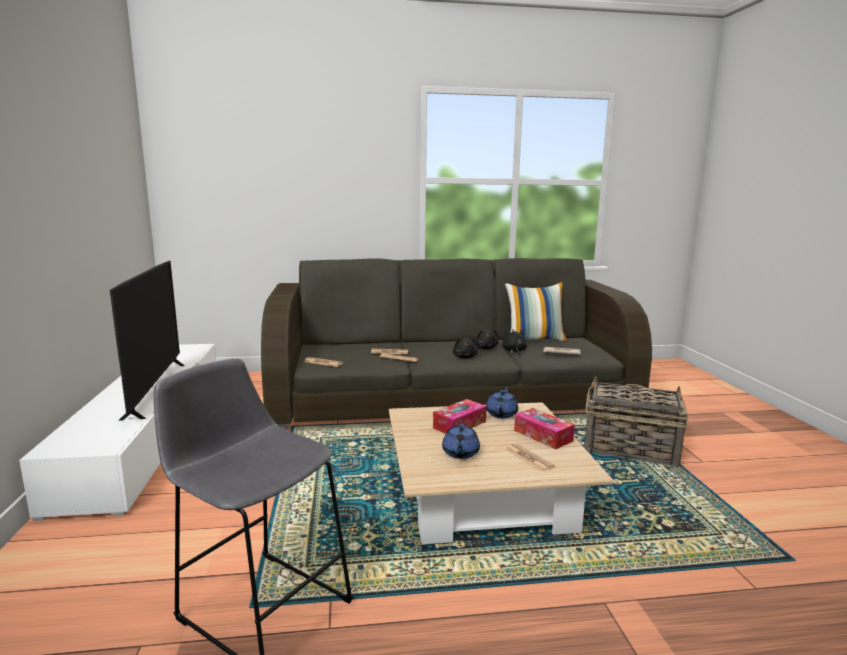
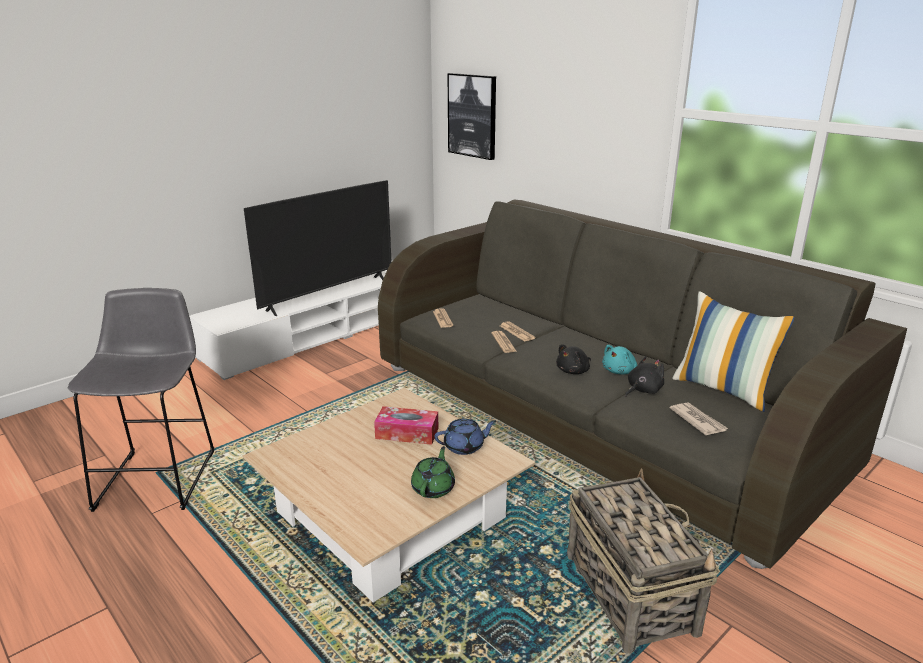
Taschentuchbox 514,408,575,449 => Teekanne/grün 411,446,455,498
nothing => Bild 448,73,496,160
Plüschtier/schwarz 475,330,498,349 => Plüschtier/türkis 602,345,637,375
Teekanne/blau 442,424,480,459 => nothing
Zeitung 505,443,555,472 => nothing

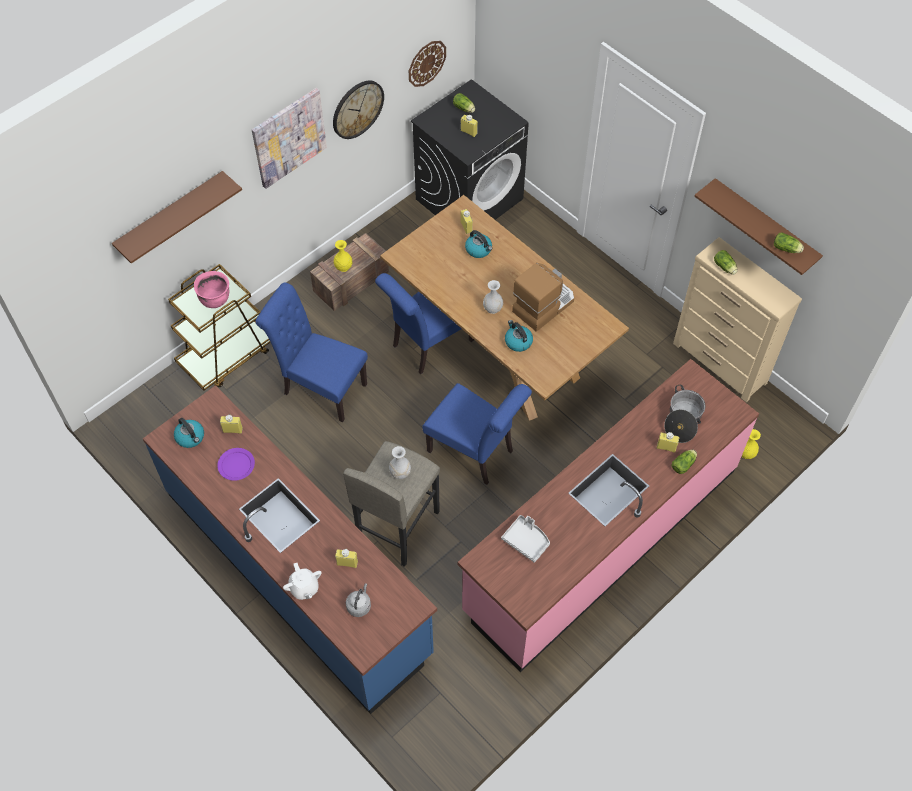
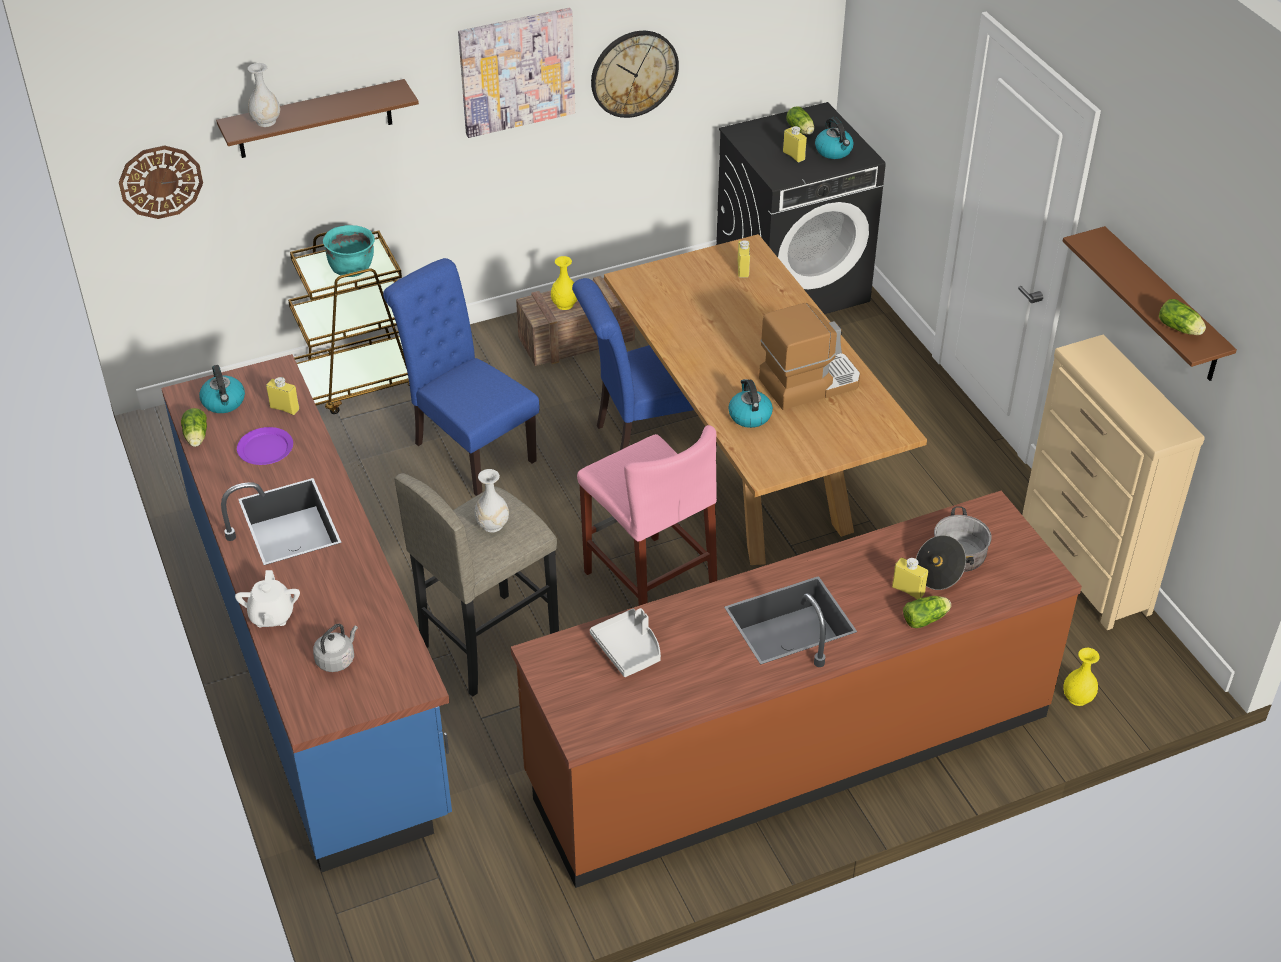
Wanduhr 409,41,446,87 => Wanduhr 119,145,203,219, moved
Salatkopf 714,250,738,275 => Salatkopf 181,408,207,447, moved
Vase/weiß 483,280,503,314 => Vase/weiß 247,63,280,127, moved
Kochtopf/rosa 194,271,229,308 => Kochtopf/türkis 323,225,375,277
Küchenzeile/rosa 458,359,759,672 => Küchenzeile/braun 511,491,1082,888
Stuhl/blau 422,383,532,485 => Hocker/rosa 577,425,717,606
Wasserkessel 465,230,492,258 => Wasserkessel 815,117,854,159, moved
Flasche/gelb 335,549,358,568 => nothing

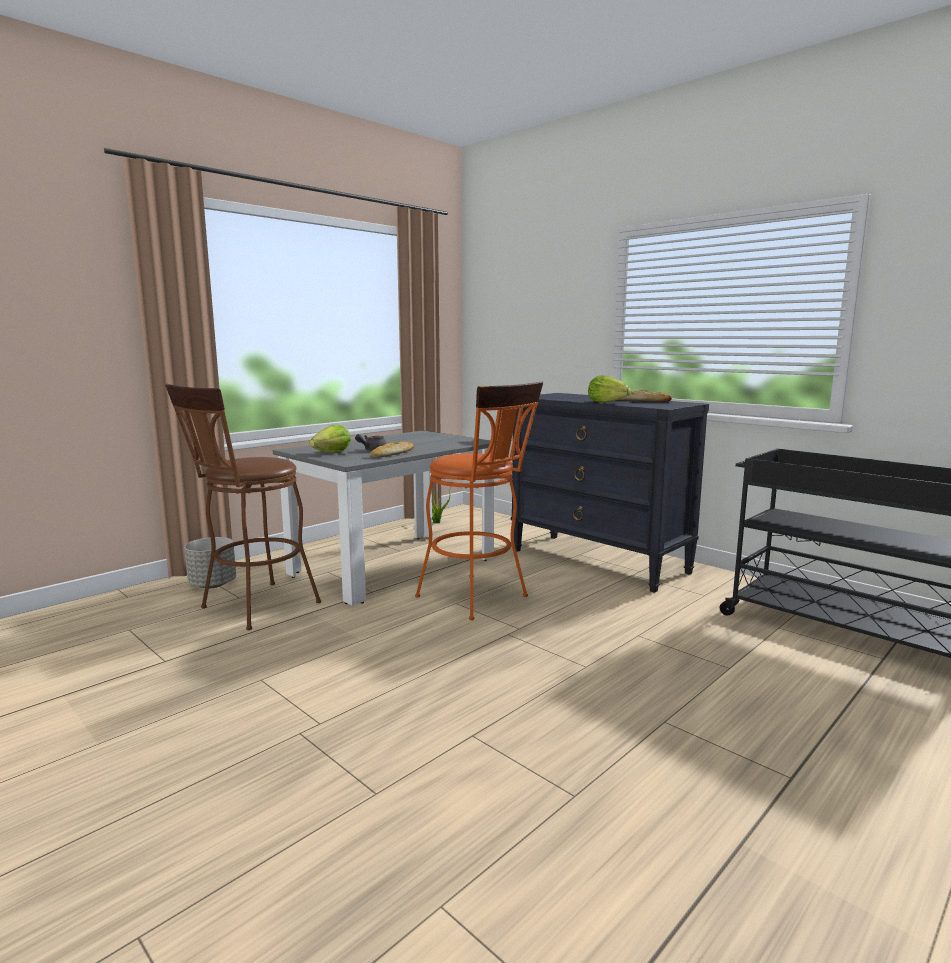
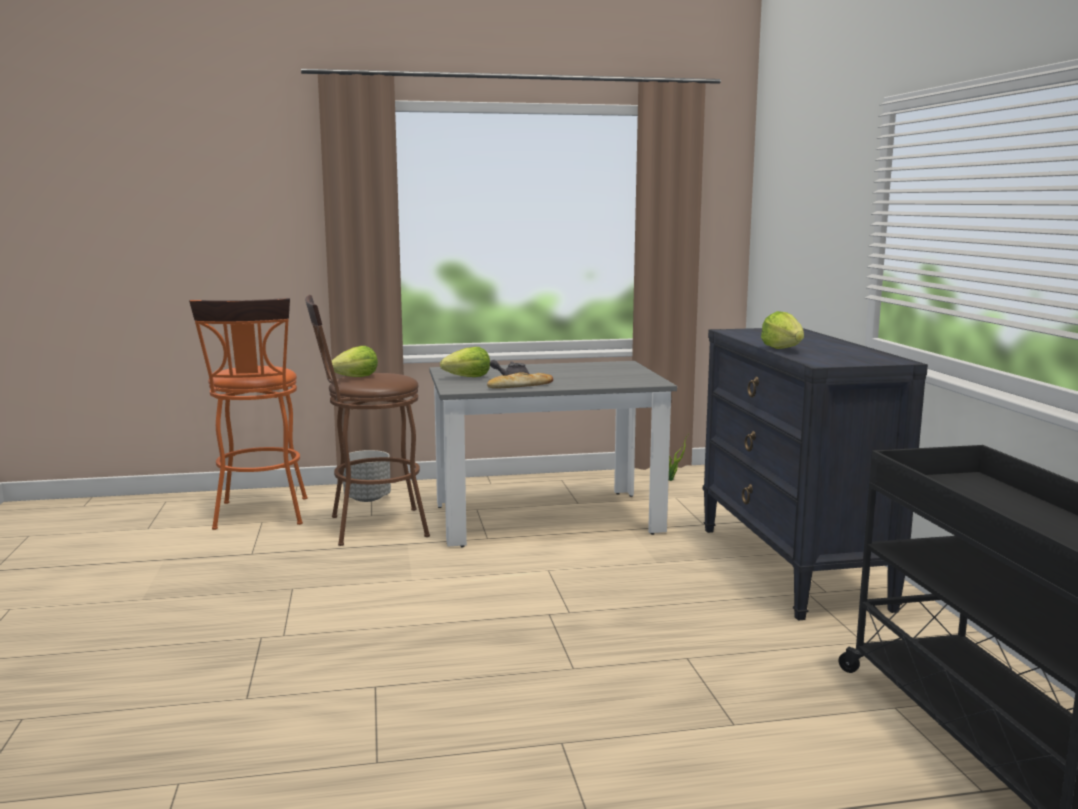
Hocker/orange 415,382,543,620 => Hocker/orange 189,298,307,530, moved
nothing => Salatkopf 332,346,378,377
Brot 619,390,672,402 => nothing

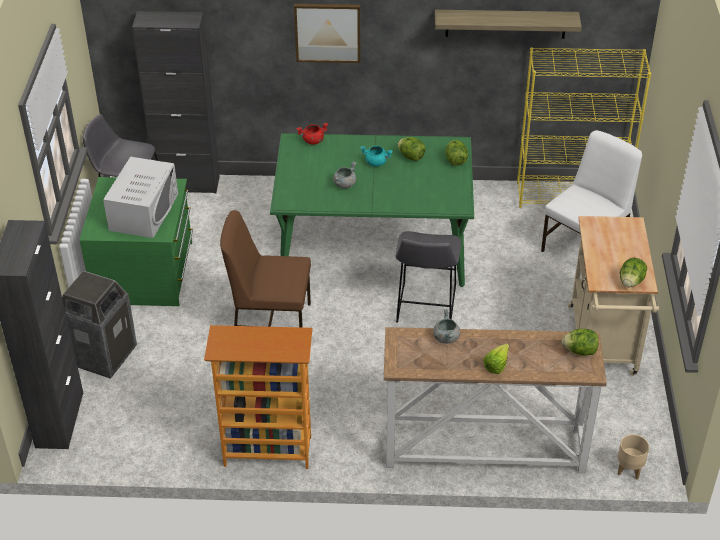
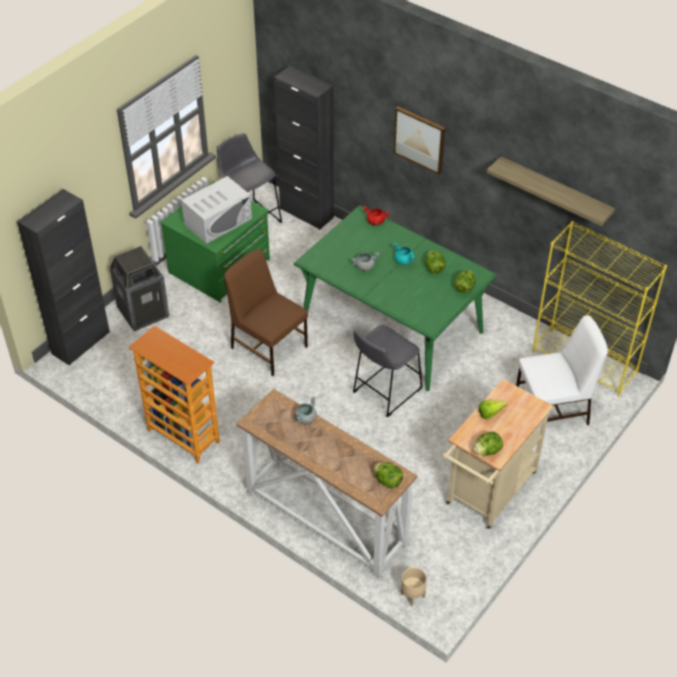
Salatkopf 483,343,509,374 => Salatkopf 479,400,507,420, moved

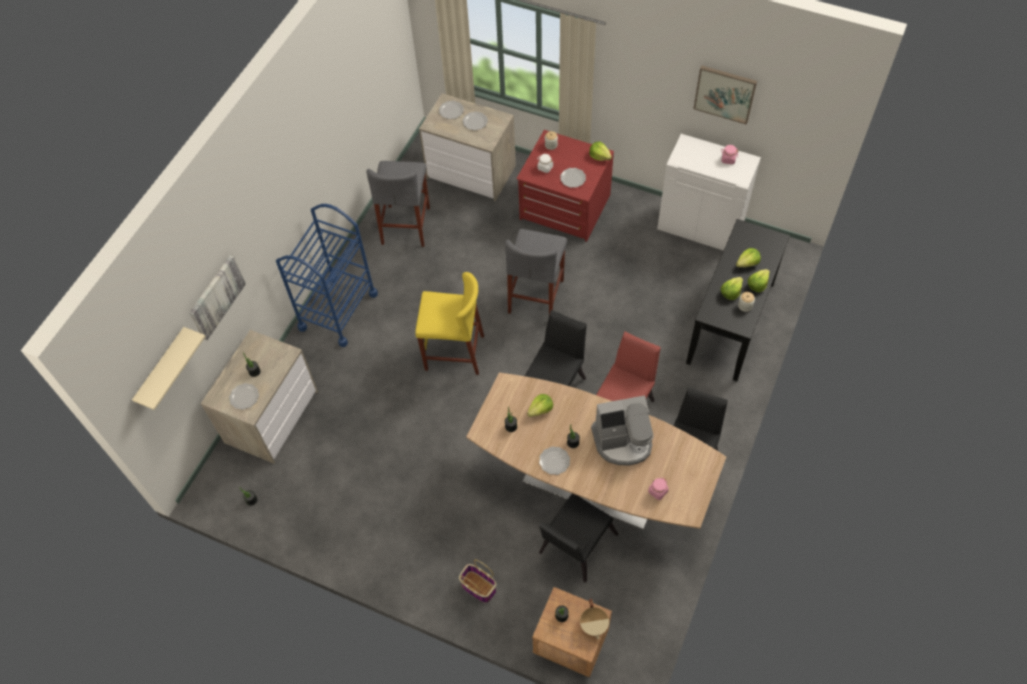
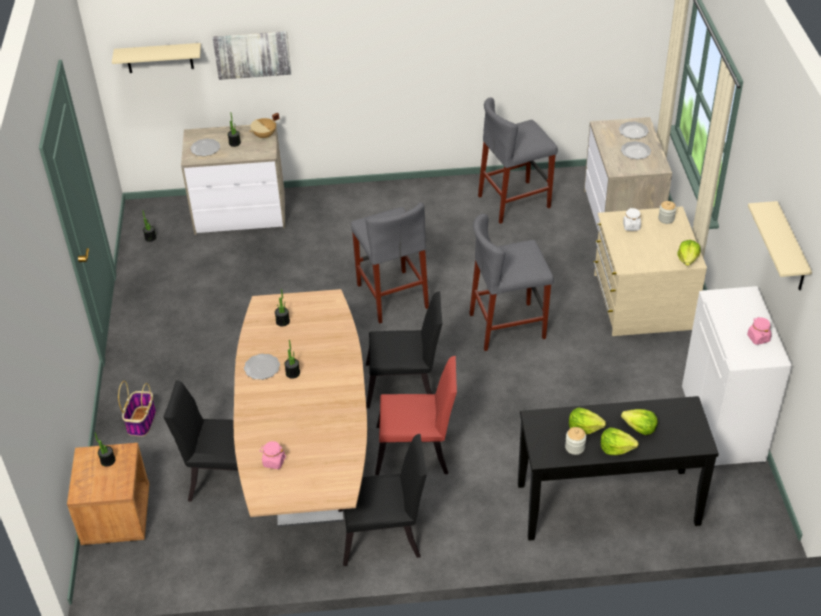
Kochtopf/beige 580,599,609,639 => Kochtopf/beige 250,113,279,139, moved
Hocker/gelb 415,272,484,375 => Hocker/grau 351,202,429,324
Kommode/rot 516,130,614,242 => Kommode/beige 593,206,707,336
Bild 694,66,757,125 => Wandregal/beige 748,201,812,290
Rollwagen/blau 276,204,378,347 => nothing
Salatkopf 527,394,553,417 => nothing
Teller 560,168,586,188 => nothing
Kaffeemaschine 591,395,654,466 => nothing

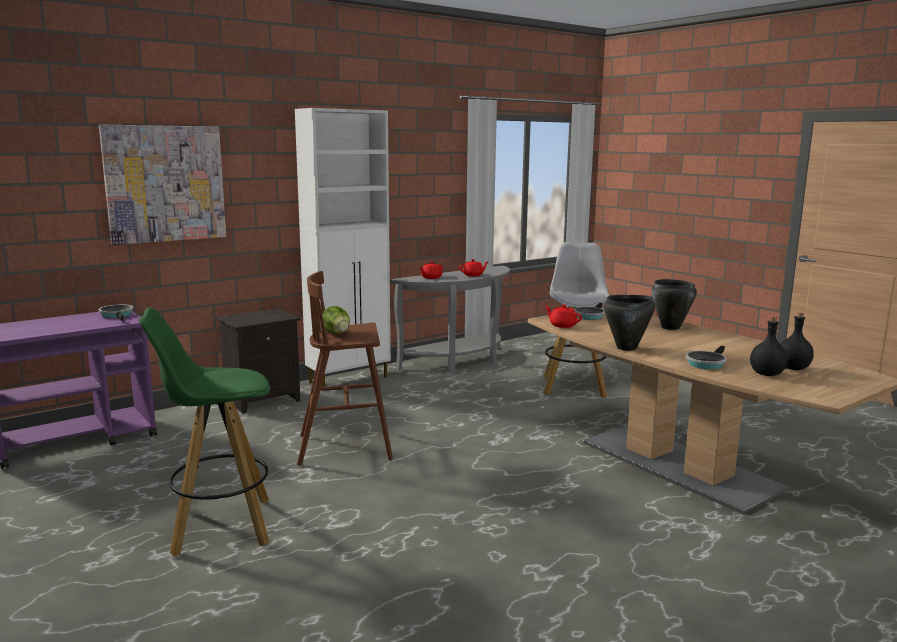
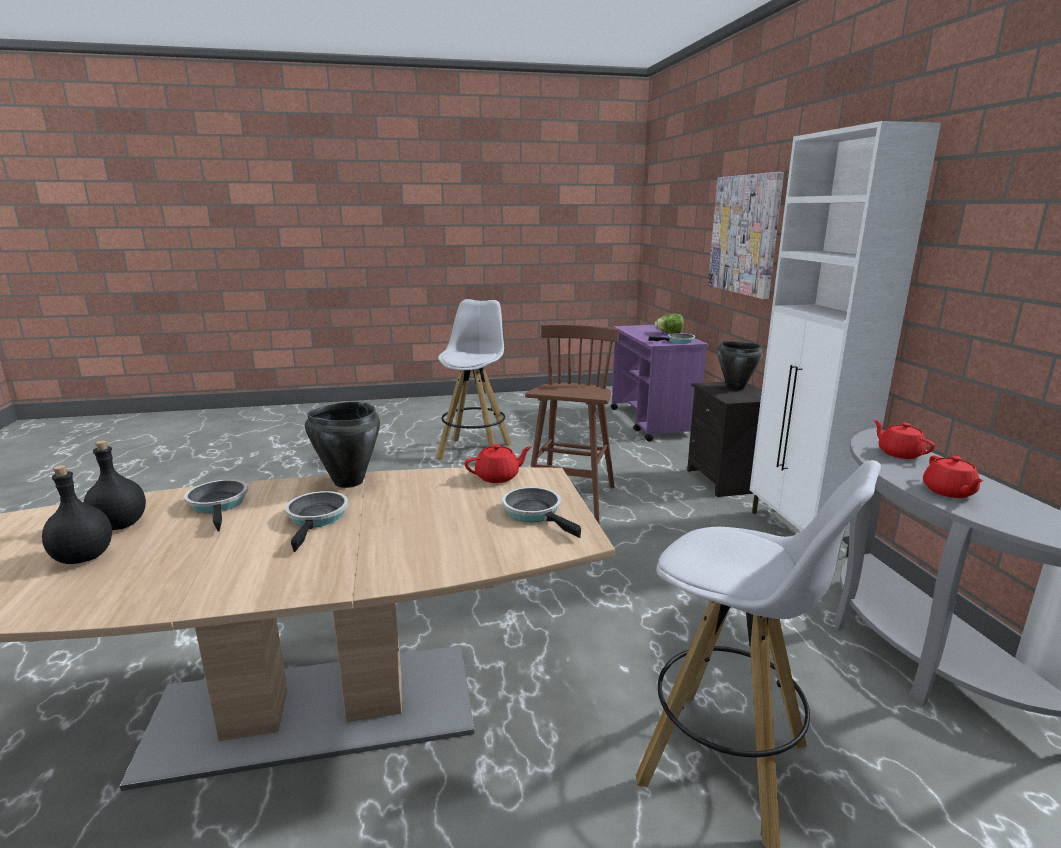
nothing => Pfanne 285,491,348,552
Hocker/grün 138,308,270,556 => Hocker/weiß 435,299,512,460
Salatkopf 322,306,350,334 => Salatkopf 655,314,684,334, moved
Kochtopf/schwarz 651,279,697,330 => Kochtopf/schwarz 717,341,763,391, moved

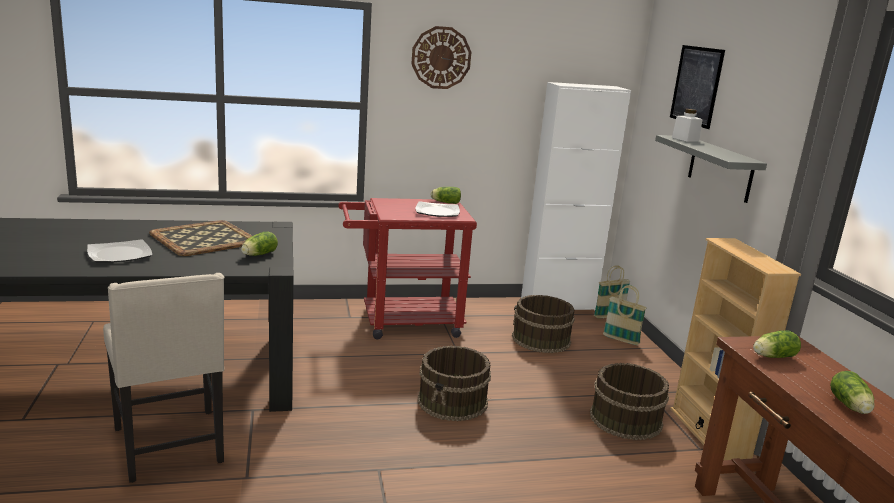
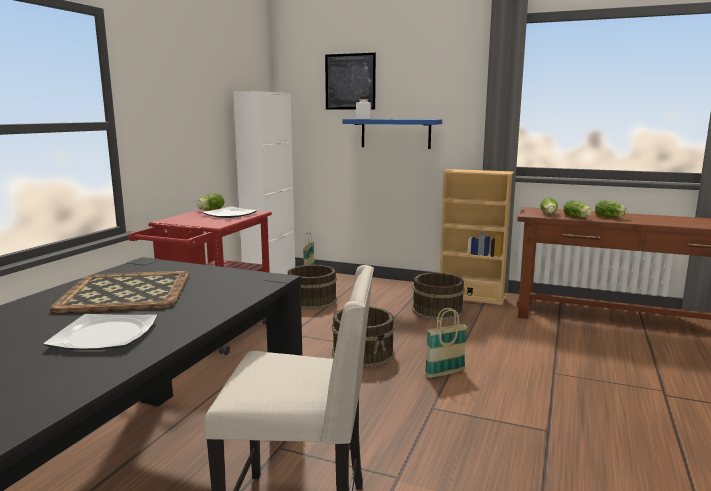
Wandregal/grau 655,135,767,203 => Wandregal/blau 343,119,442,149
Korb 603,285,647,345 => Korb 425,308,468,378, moved
Salatkopf 241,231,278,256 => Salatkopf 563,200,592,218, moved
Wanduhr 411,26,471,89 => nothing

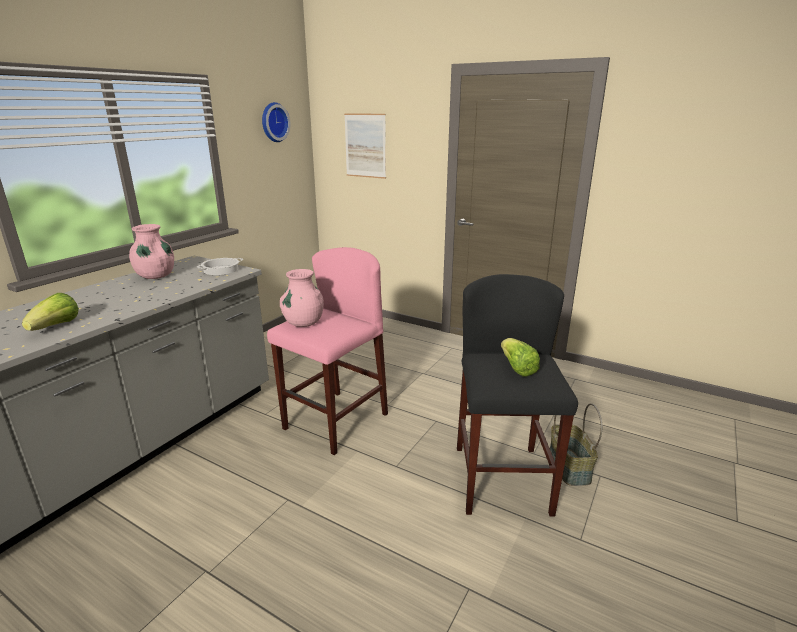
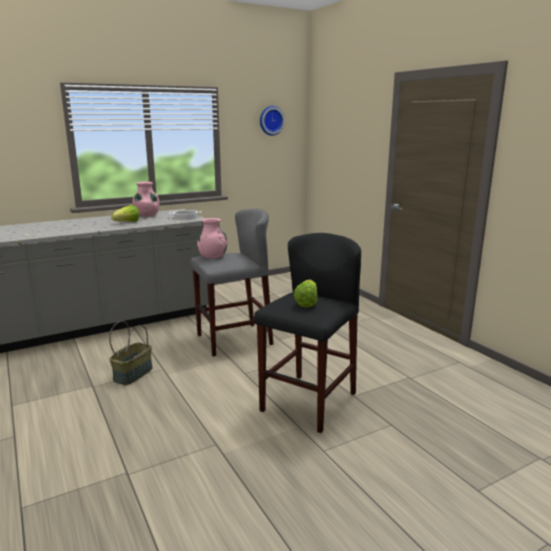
Korb 550,403,602,486 => Korb 109,321,153,385, moved
Salatkopf 22,293,79,331 => Salatkopf 111,205,140,222, moved
Hocker/rosa 267,247,388,455 => Hocker/grau 190,209,273,356
Bild 344,113,386,179 => nothing

